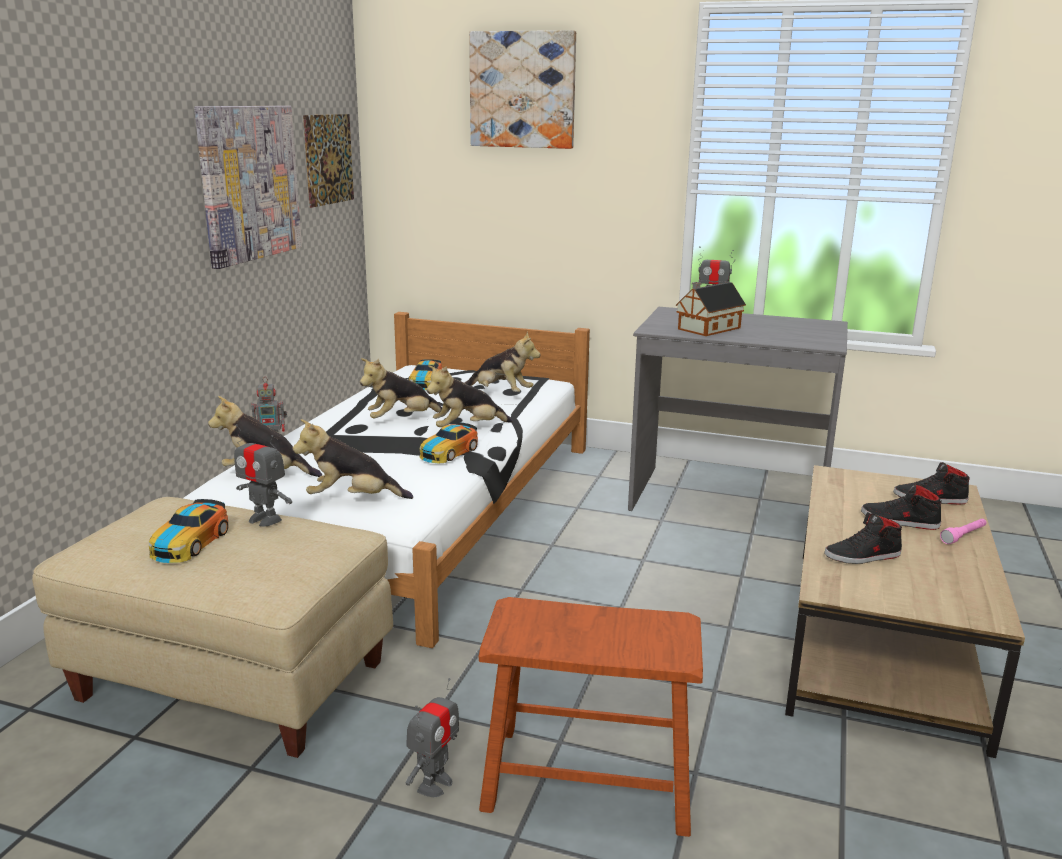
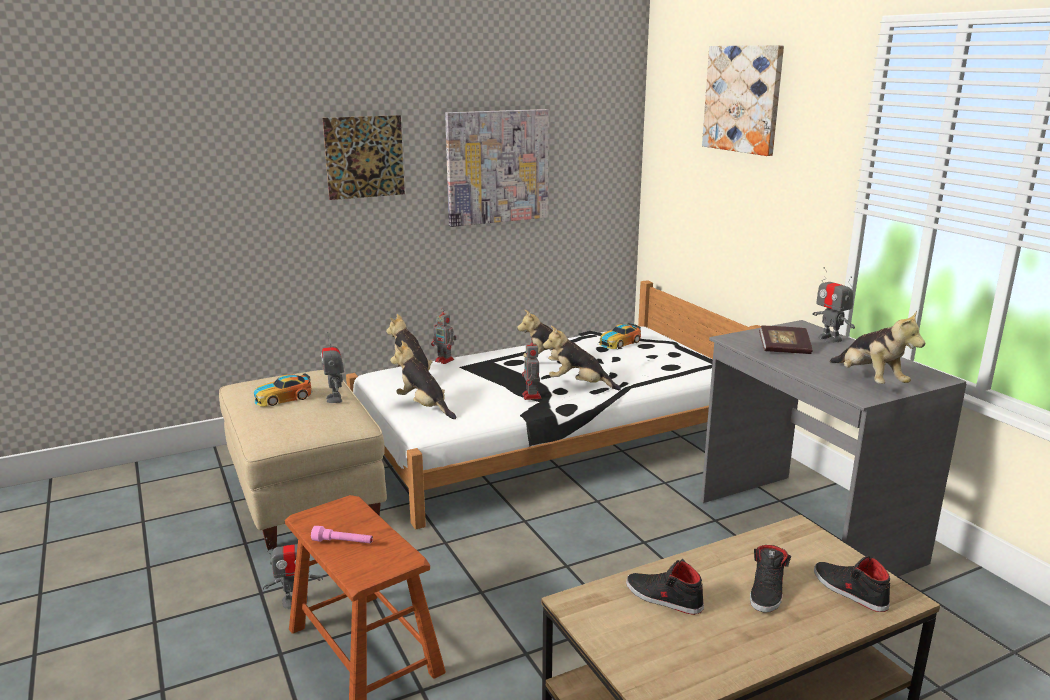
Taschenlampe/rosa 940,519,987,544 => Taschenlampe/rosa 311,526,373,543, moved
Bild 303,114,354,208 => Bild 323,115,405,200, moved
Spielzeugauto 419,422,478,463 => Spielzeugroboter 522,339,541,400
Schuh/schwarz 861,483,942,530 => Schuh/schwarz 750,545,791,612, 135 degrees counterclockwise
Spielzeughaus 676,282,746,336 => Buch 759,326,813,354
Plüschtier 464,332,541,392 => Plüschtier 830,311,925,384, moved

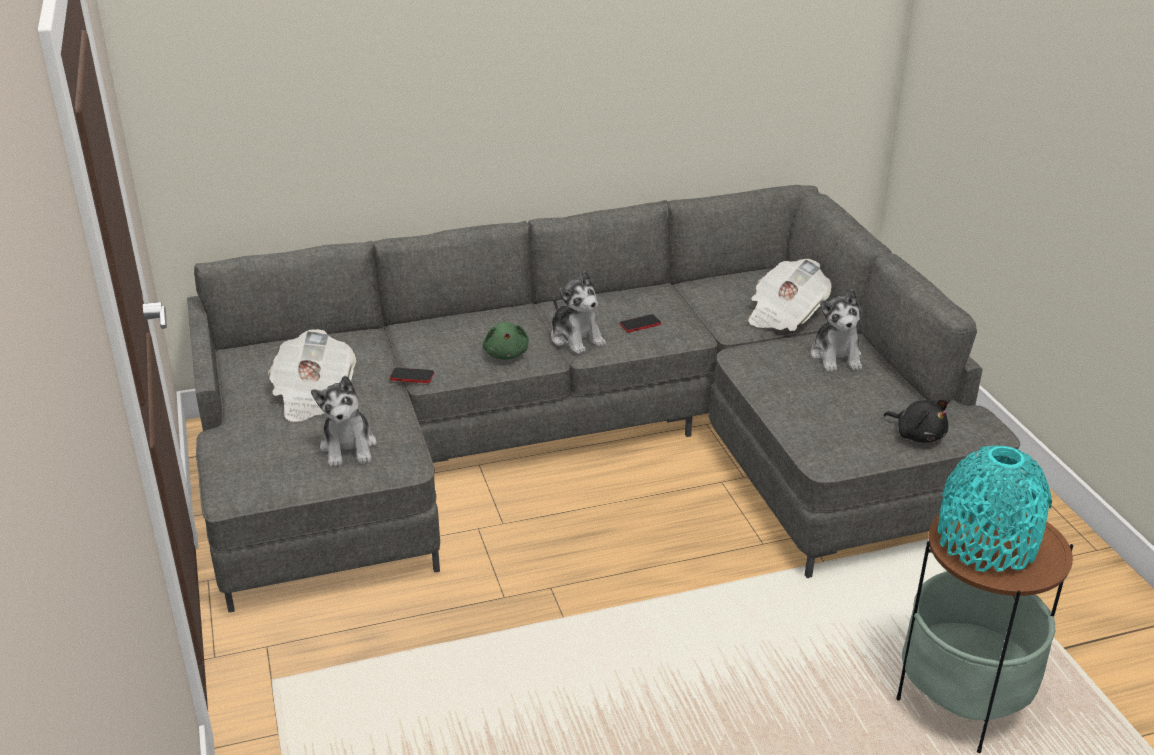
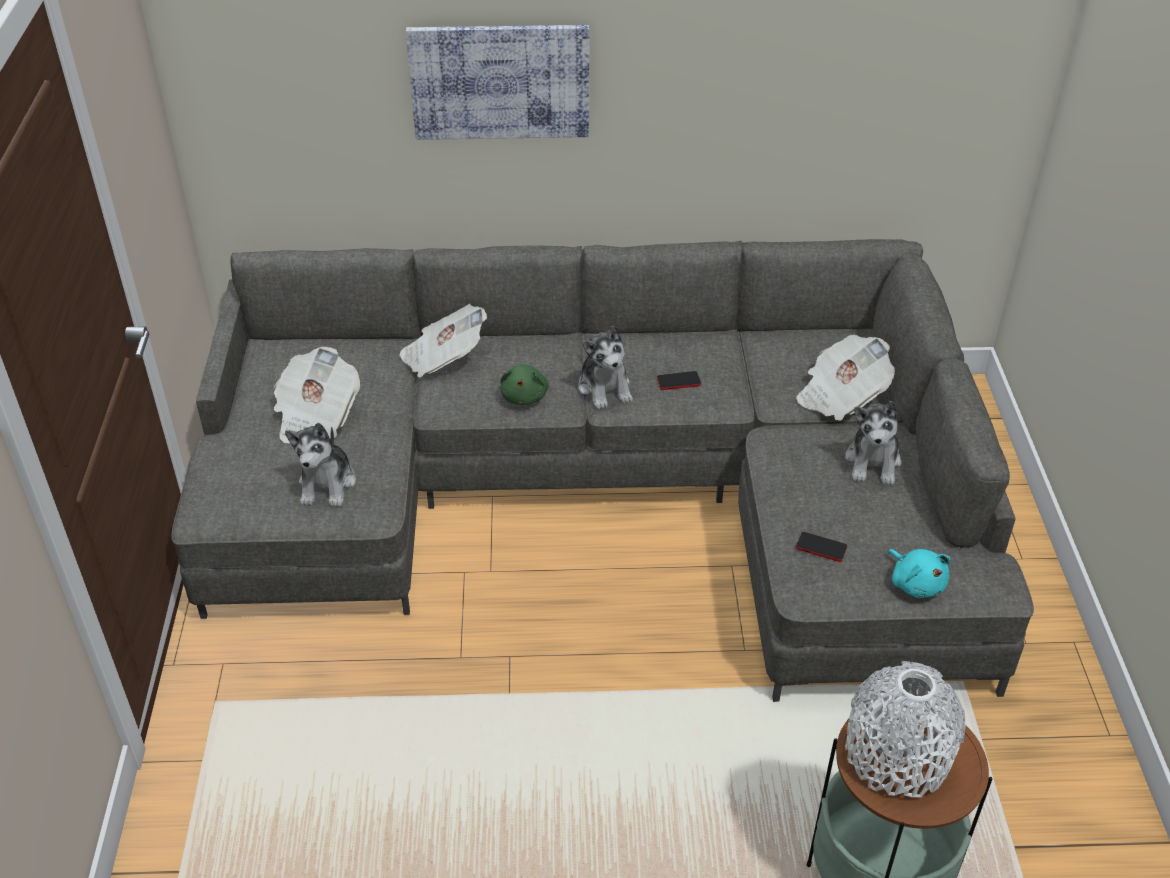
nothing => Zeitung 399,304,487,378
nothing => Bild 406,25,589,140
Handy 390,367,434,383 => Handy 796,532,848,562, moved
Vase/türkis 938,446,1052,572 => Vase/weiß 845,661,966,798
Plüschtier/schwarz 884,399,948,443 => Plüschtier/türkis 888,549,951,598

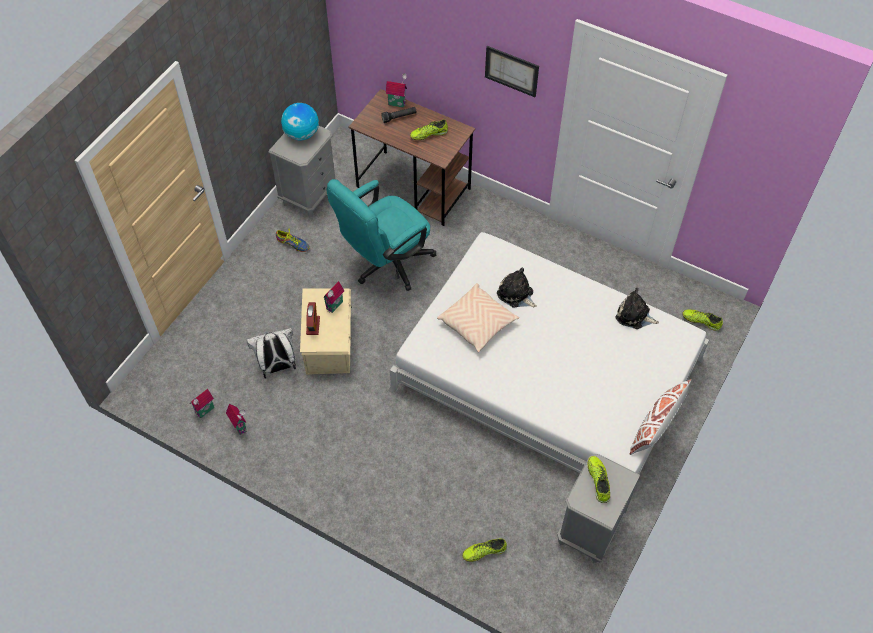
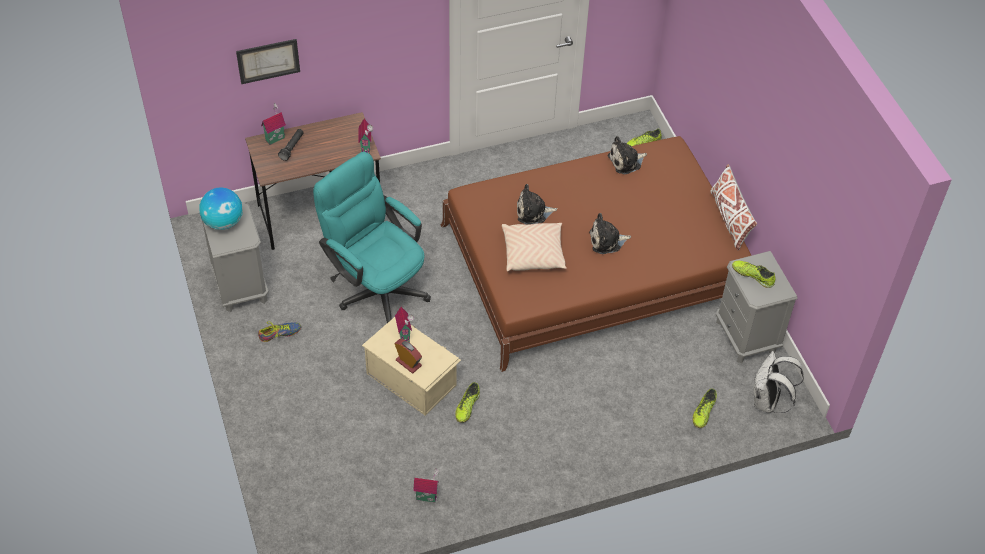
Bild 485,46,539,97 => Bild 236,39,300,84, moved
Bürostuhl/türkis 326,179,436,291 => Bürostuhl/türkis 313,152,431,323, 135 degrees clockwise
Spielzeughaus 190,389,214,418 => Spielzeughaus 359,118,373,154, moved
Bett/weiß 389,232,709,512 => Bett/braun 441,136,751,372
Schuh 410,119,448,140 => Schuh 455,382,480,423, moved
nothing => Plüschtier 589,213,631,254
Rucksack/weiß 246,328,296,379 => Rucksack/weiß 753,351,804,413, moved

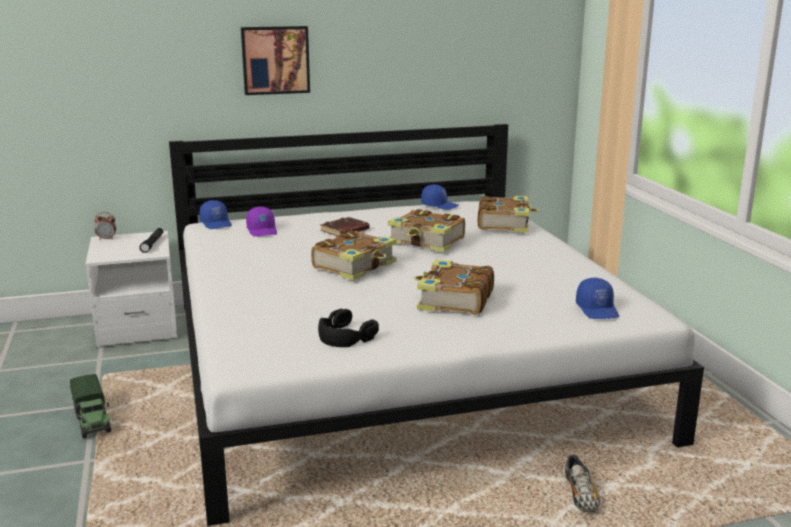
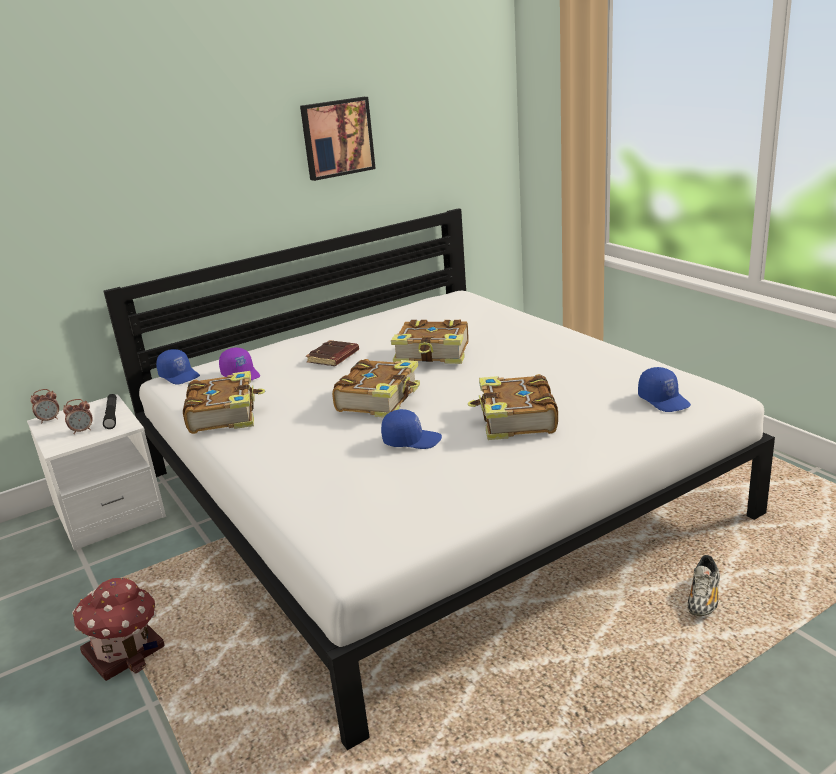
nothing => Wecker 63,399,92,434
Spielzeuglaster 70,374,111,438 => Spielzeughaus 72,578,164,681
Buch 478,196,540,233 => Buch 183,371,265,434, moved
Bild 241,26,310,95 => Bild 300,97,376,181, moved
Kappe/blau 421,184,459,210 => Kappe/blau 381,409,442,449, moved
Schuh 565,455,600,512 => Schuh 688,555,720,616, 45 degrees clockwise
Kopfhörer/schwarz 318,309,379,347 => nothing

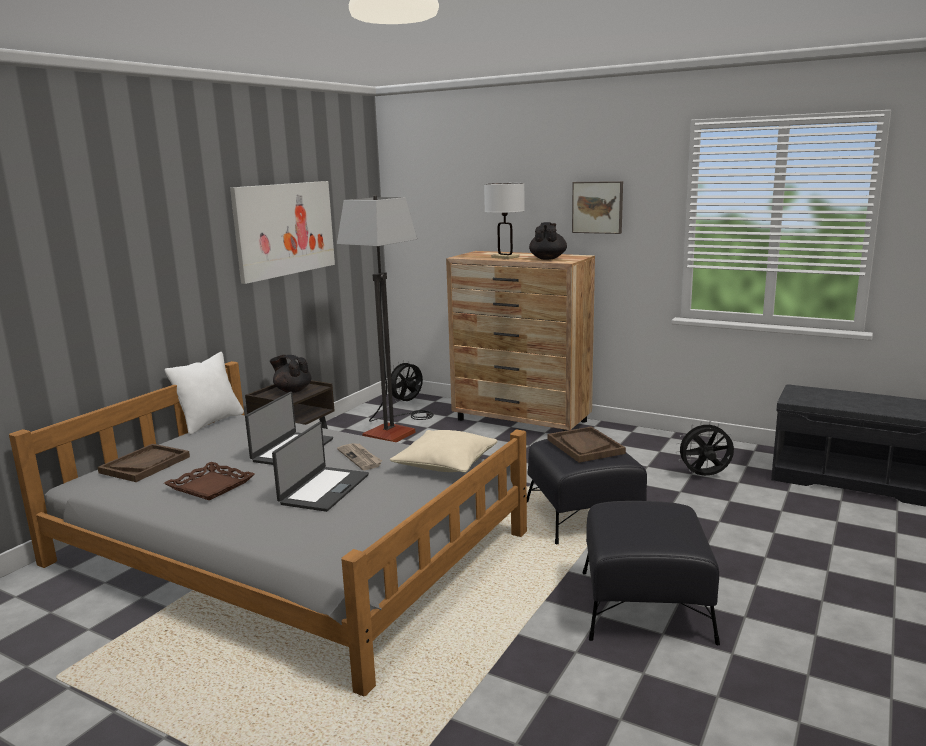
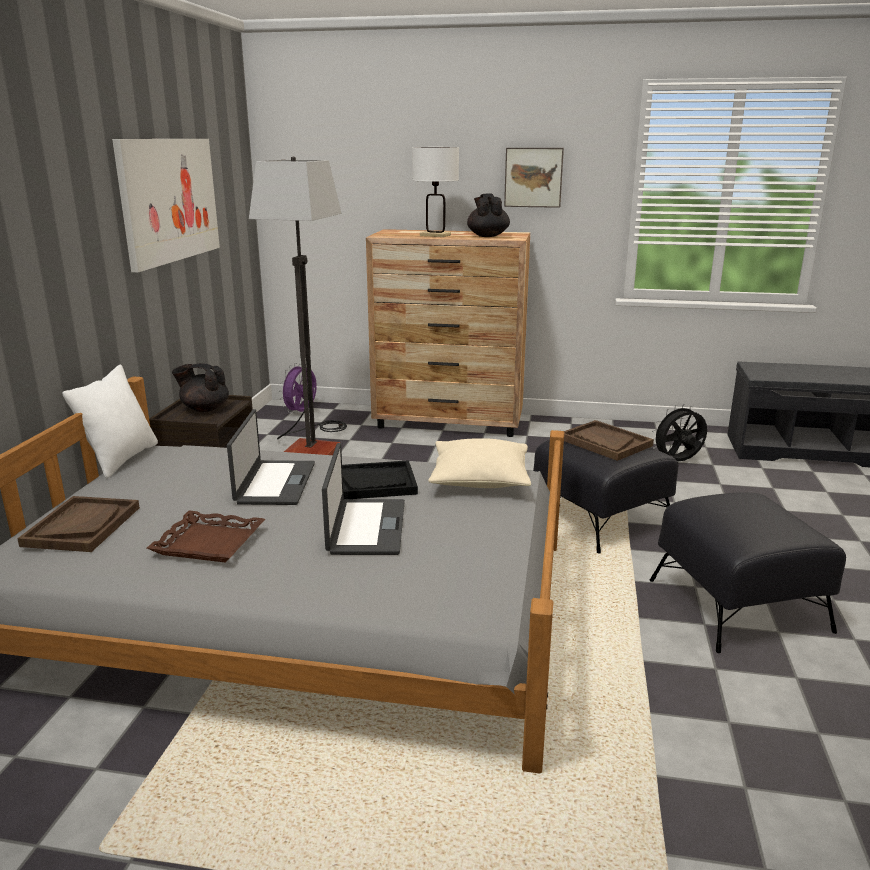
Ventilator/schwarz 391,360,423,402 => Ventilator/lila 279,363,317,413
Zeitung 337,443,382,470 => Tablett/schwarz 342,460,418,499

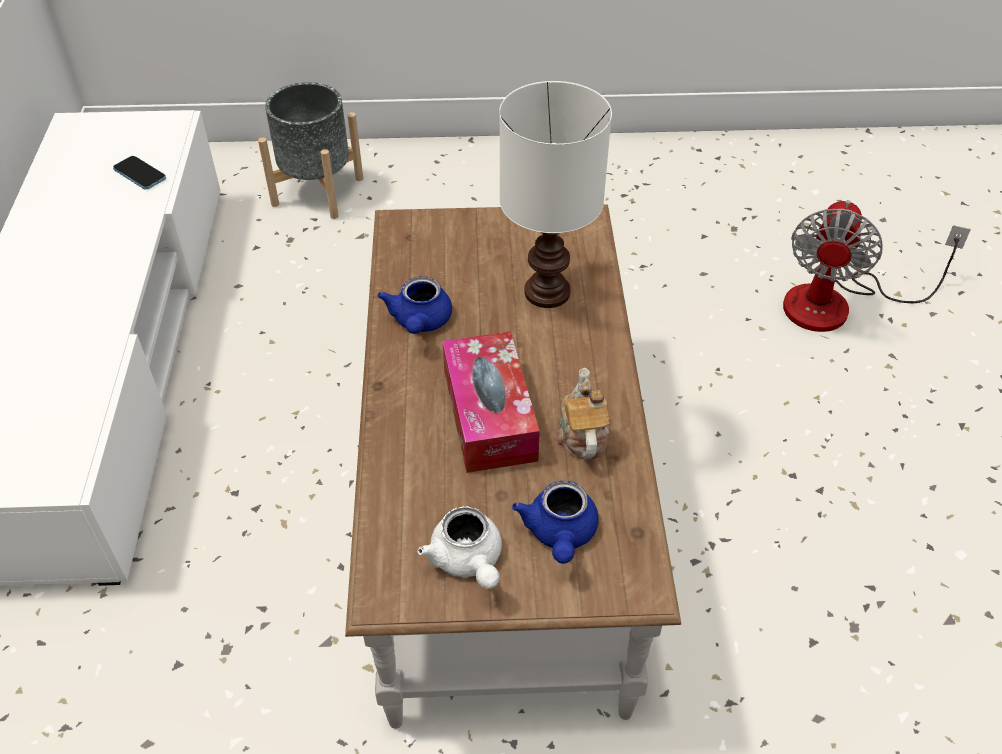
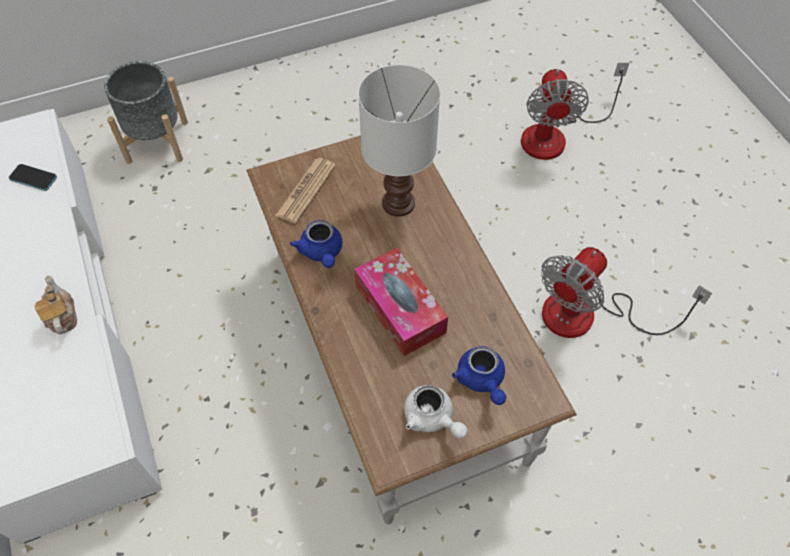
Teekanne 557,367,610,460 => Teekanne 35,275,77,334, moved
nothing => Zeitung 275,158,336,224
nothing => Ventilator 541,247,712,338

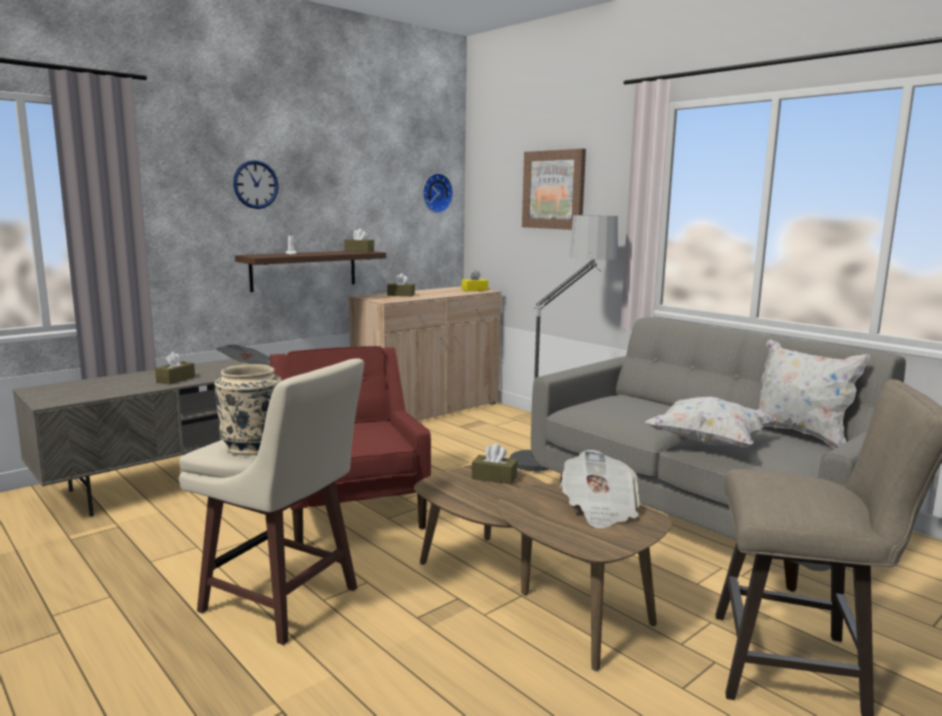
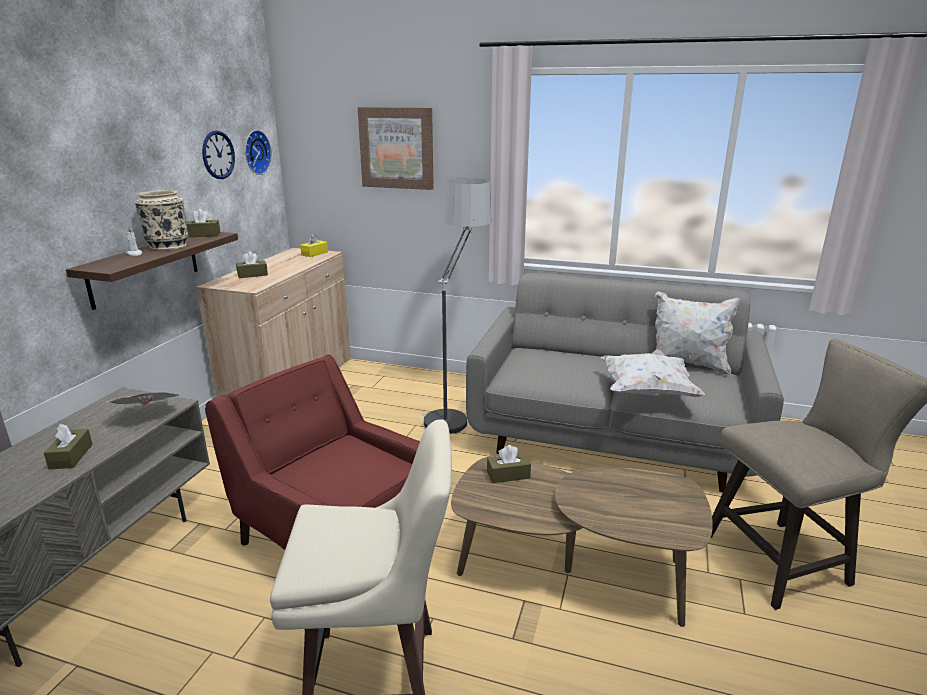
Vase/beige 214,364,282,455 => Vase/beige 135,190,189,251, moved
Wanduhr 233,160,279,209 => Wanduhr 202,130,235,179, moved
Zeitung 560,450,639,528 => nothing

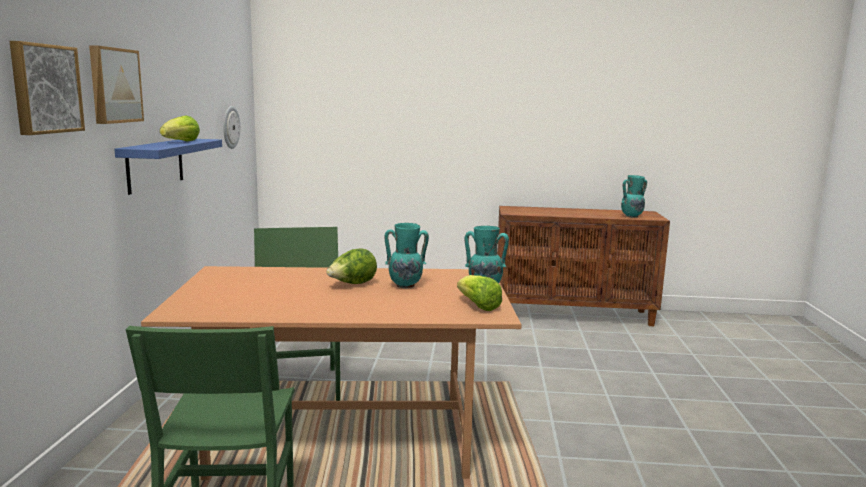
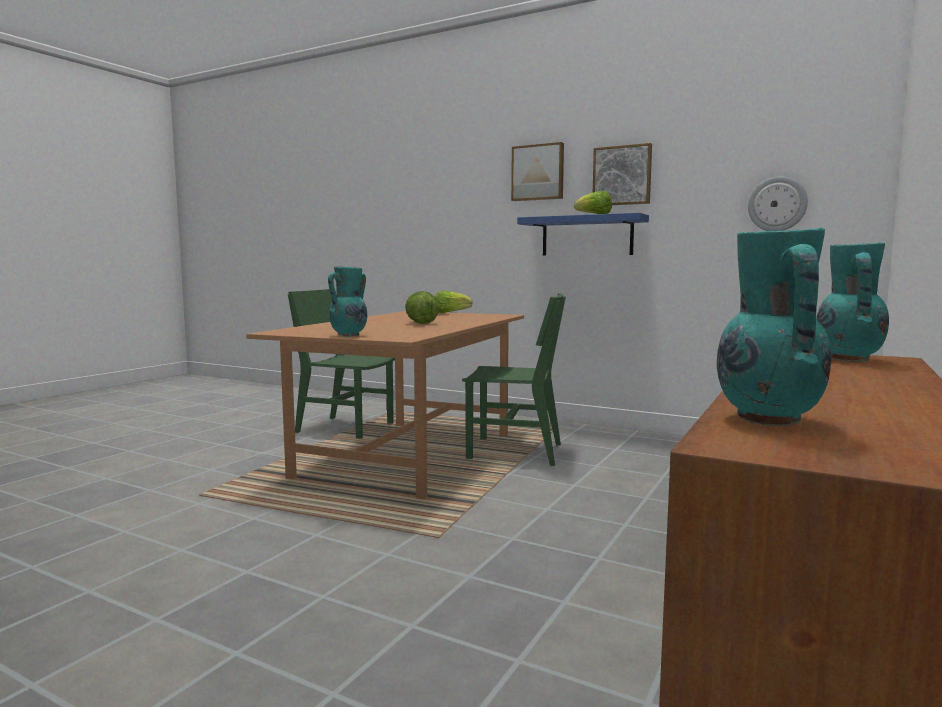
Salatkopf 457,275,502,311 => Salatkopf 435,291,472,313, moved
Bild 9,41,85,135 => Bild 593,143,652,205, moved
Vase/türkis 385,223,429,288 => Vase/türkis 816,242,889,362, moved

